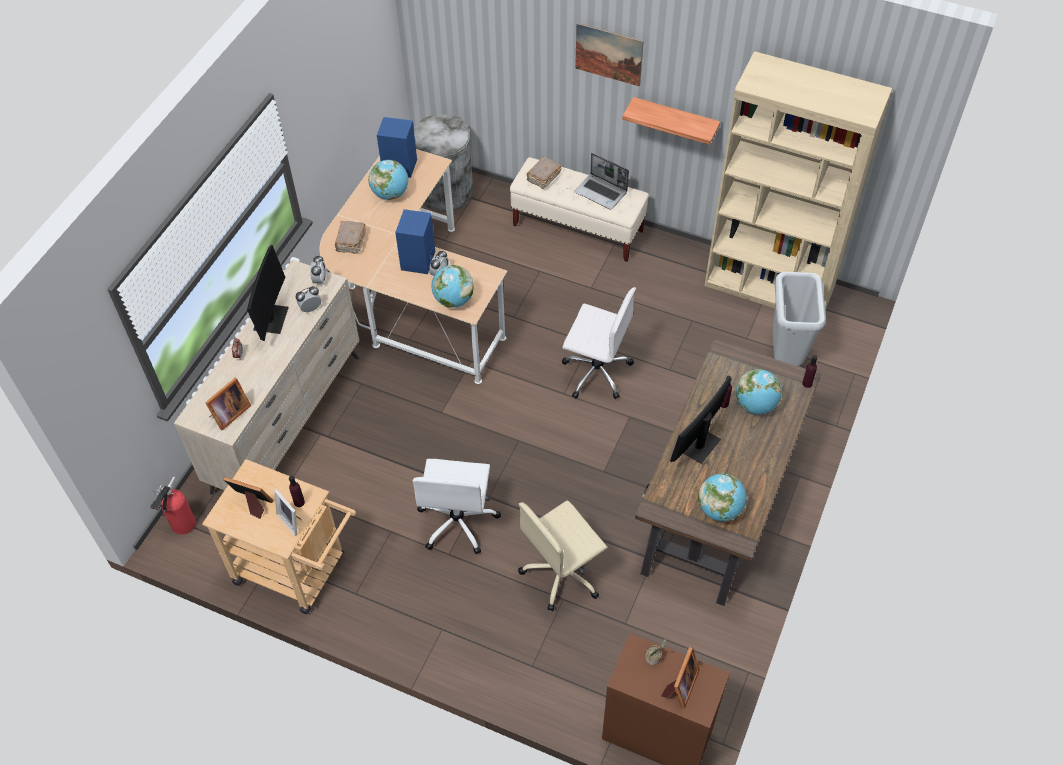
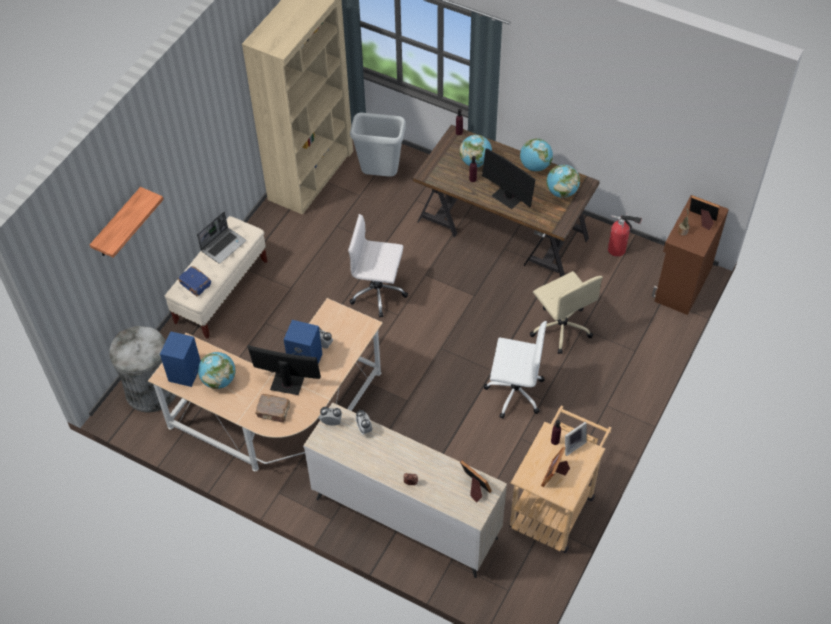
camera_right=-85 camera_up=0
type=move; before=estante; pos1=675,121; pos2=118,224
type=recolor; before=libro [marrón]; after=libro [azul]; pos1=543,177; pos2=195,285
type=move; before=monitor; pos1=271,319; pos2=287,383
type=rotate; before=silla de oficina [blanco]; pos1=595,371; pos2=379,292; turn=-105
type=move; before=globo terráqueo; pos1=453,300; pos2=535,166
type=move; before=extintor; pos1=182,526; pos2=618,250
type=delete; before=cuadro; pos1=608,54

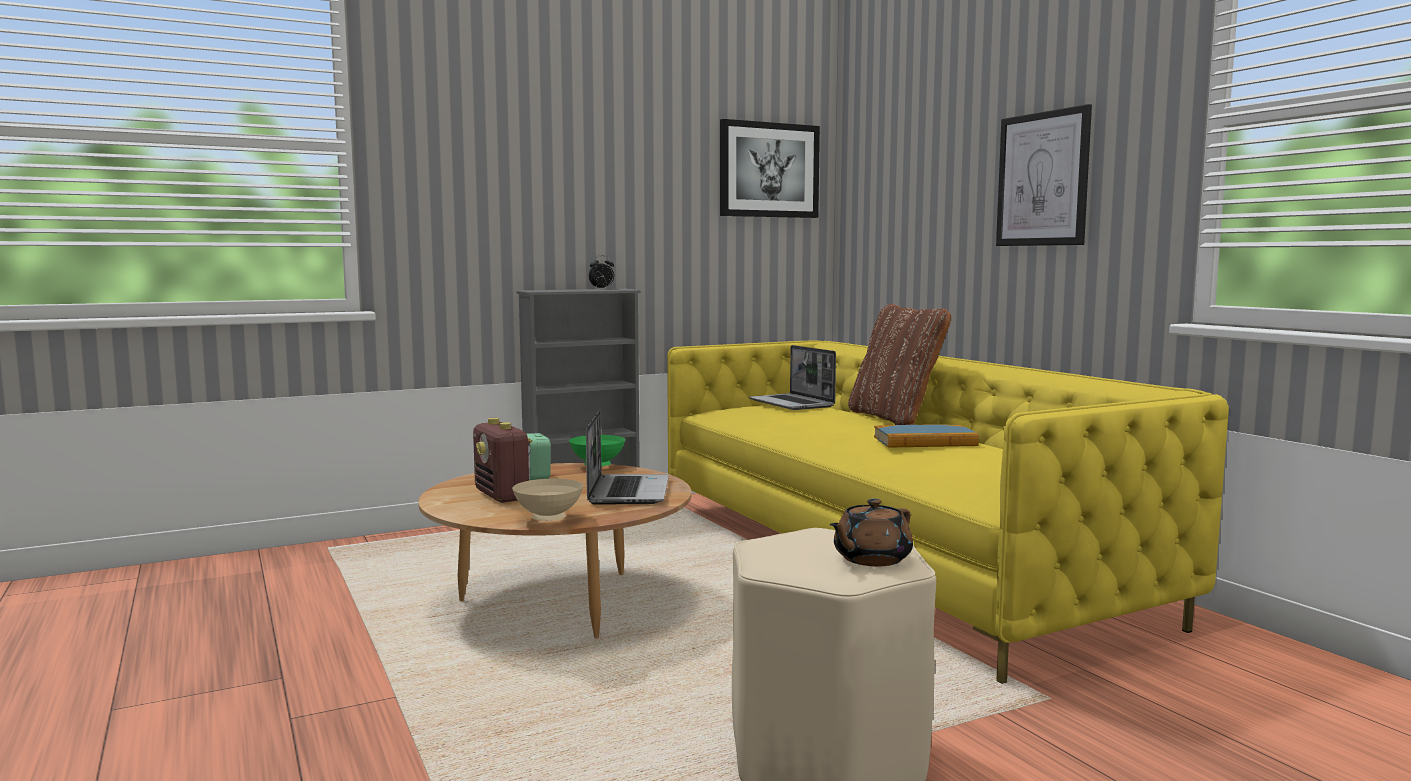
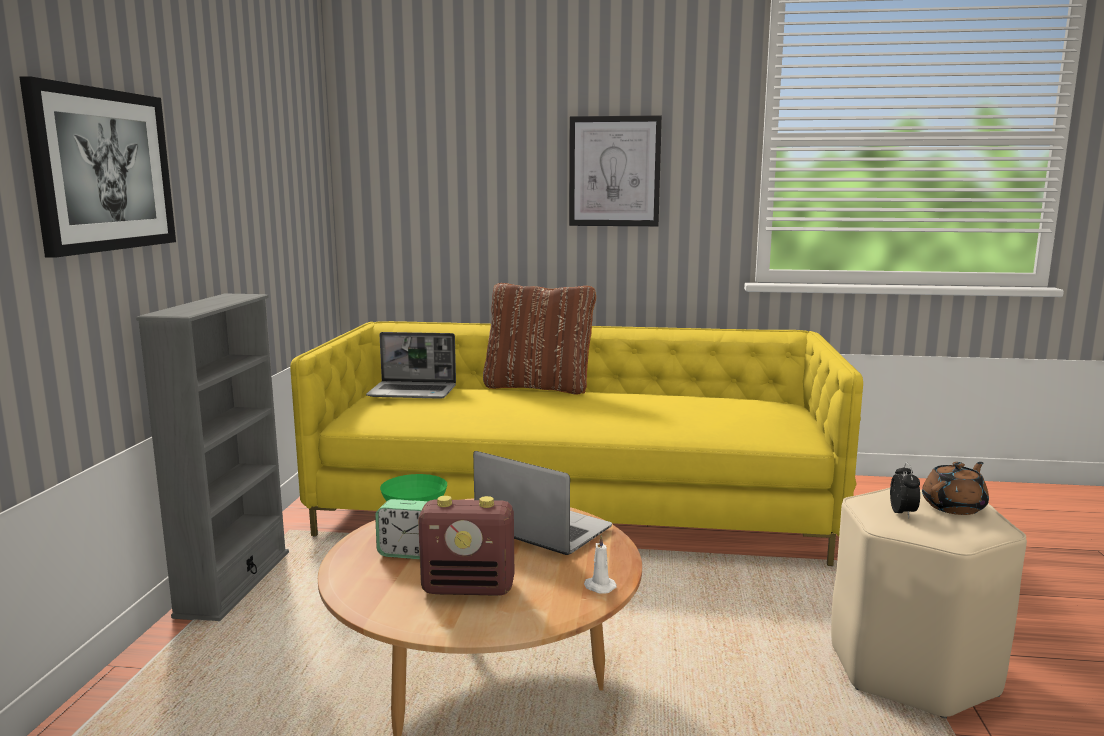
camera_right=-55 camera_up=5
type=move; before=cuadro; pos1=769,170; pos2=103,170
type=replace; before=cuenco [beis]; after=vela [blanco]; pos1=550,519; pos2=599,587
type=move; before=despertador; pos1=602,289; pos2=903,513
type=rotate; before=tetera [marrón]; pos1=870,559; pos2=954,507; turn=-120
type=delete; before=libro; pos1=925,441

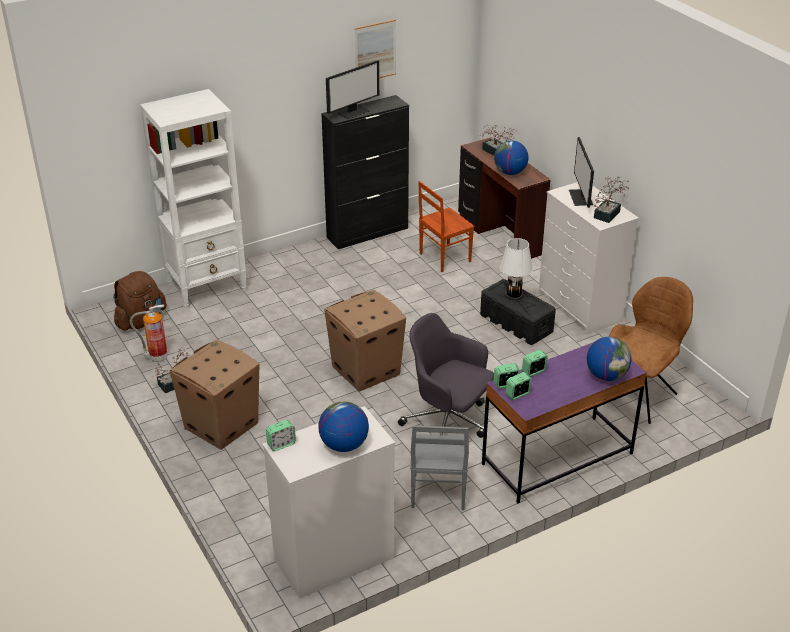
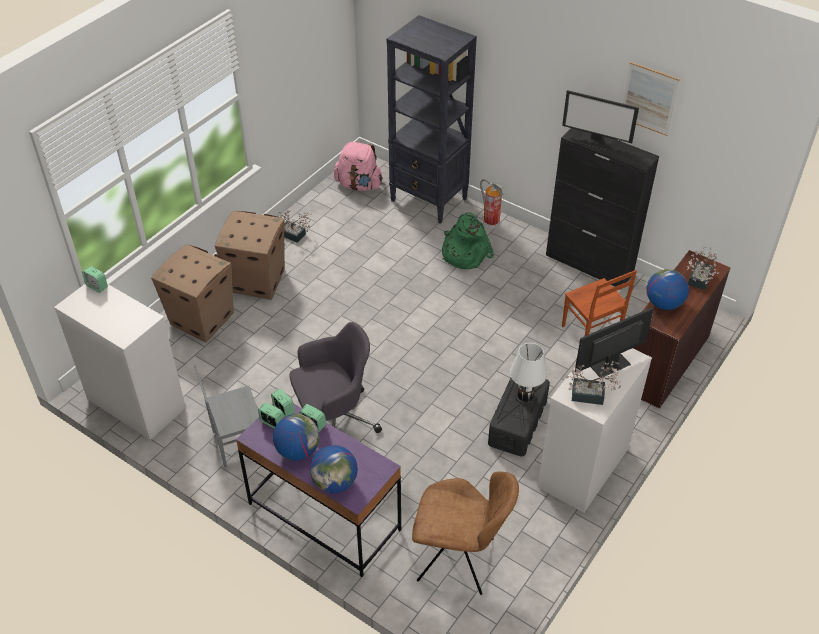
camera_right=65 camera_up=10
type=move; before=caja de cartón; pos1=365,371; pos2=201,318
type=move; before=globo terráqueo; pos1=343,445; pos2=298,450
type=rotate; before=silla de oficina [gris]; pos1=448,423; pos2=334,419; turn=60
type=recolor; before=mochila [marrón]; after=mochila [rosa]; pos1=141,321; pos2=359,185
type=recolor; before=estantería [blanco]; after=estantería [negro]; pos1=207,287; pos2=429,200
type=insert; after=mochila [verde]; pos2=464,253
type=move; before=extintor; pos1=157,357; pos2=490,224
type=rotate; before=silla [marrón]; pos1=444,257; pos2=590,332; turn=-150

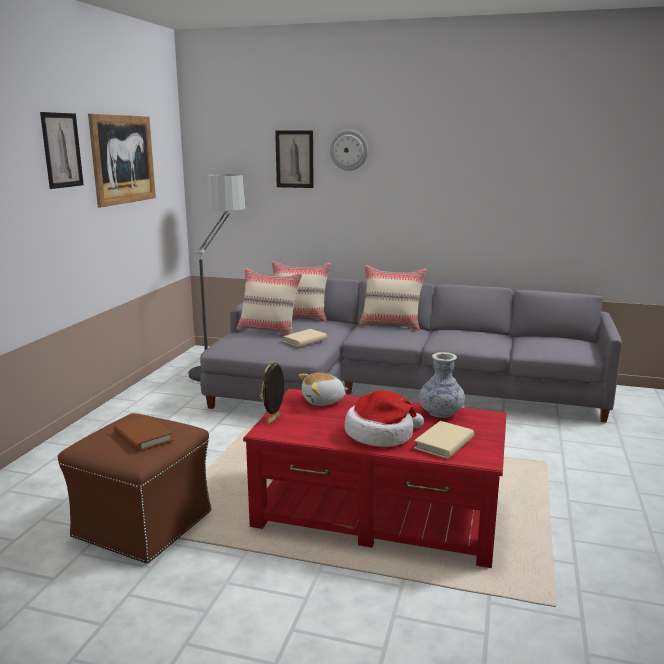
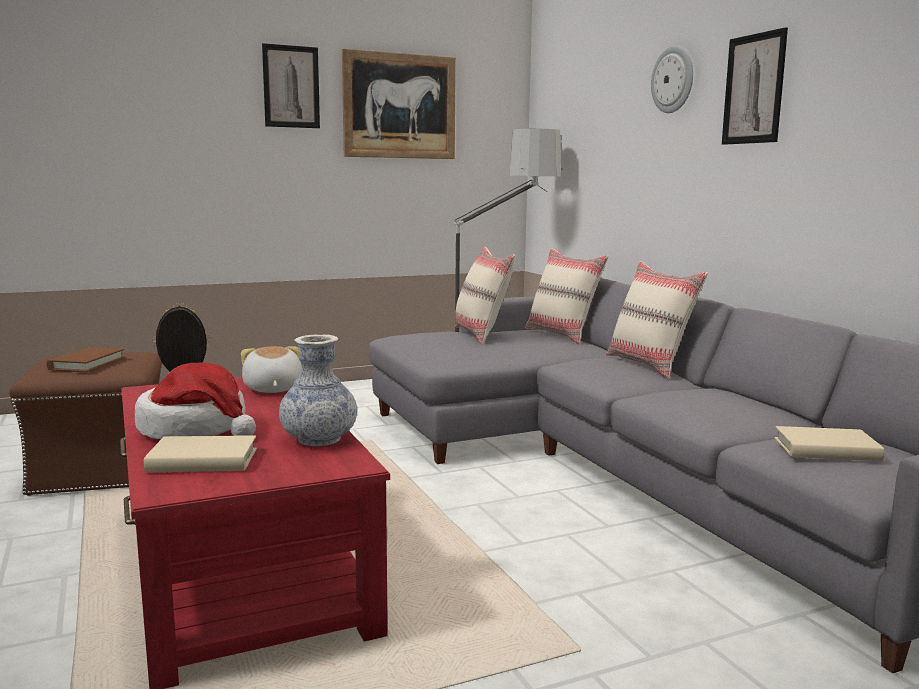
camera_right=50 camera_up=-5
type=rotate; before=peluche; pos1=323,401; pos2=272,389; turn=45
type=move; before=cuadro; pos1=294,159; pos2=754,89
type=move; before=libro [beis]; pos1=305,340; pos2=826,450

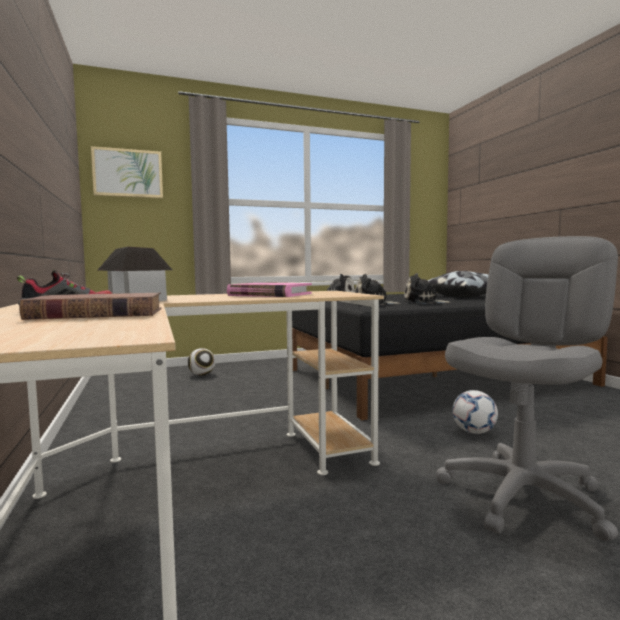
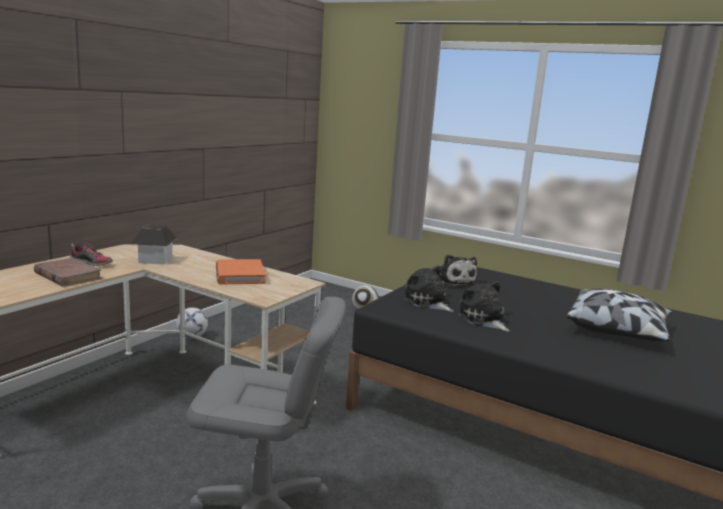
camera_right=50 camera_up=10
type=move; before=balón de fútbol; pos1=474,432; pos2=192,337
type=recolor; before=libro [rosa]; after=libro [naranja]; pos1=269,294; pos2=239,275
type=delete; before=cuadro; pos1=128,173

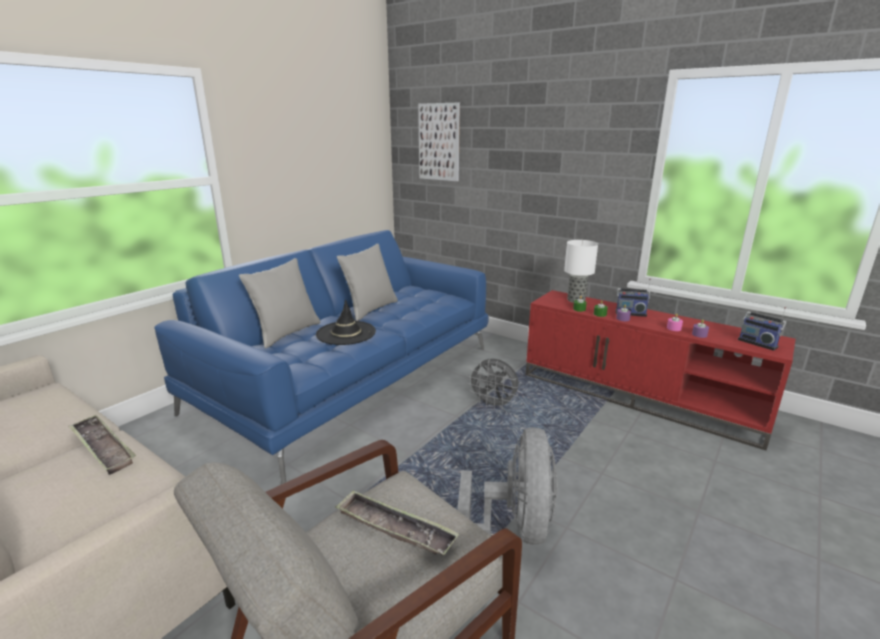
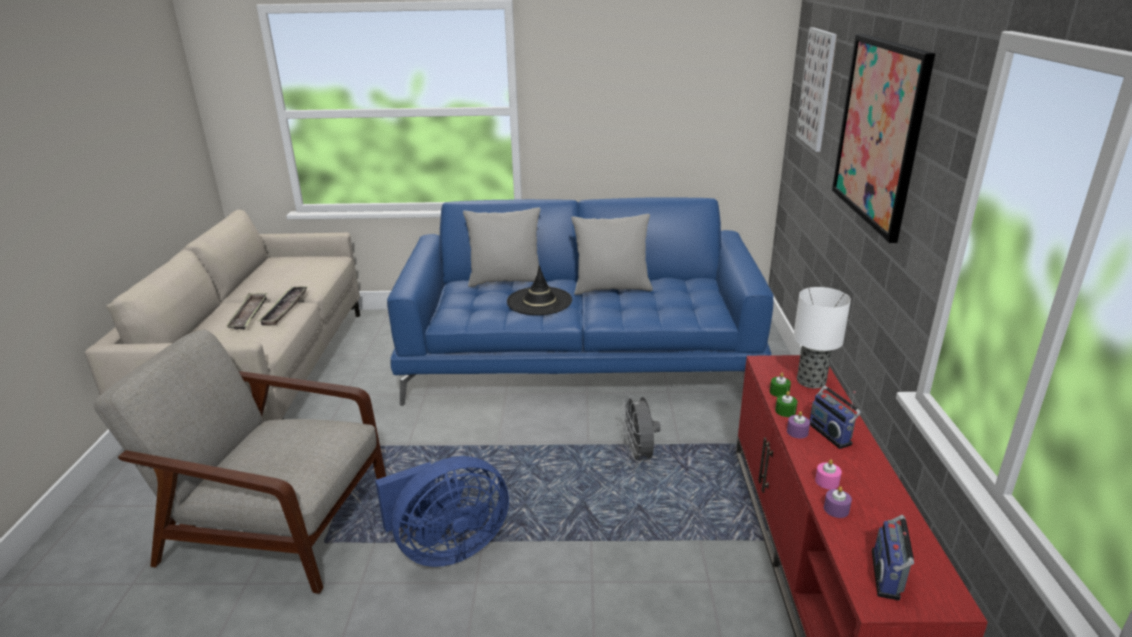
camera_right=55 camera_up=5
type=move; before=bandeja; pos1=395,528; pos2=249,315
type=recolor; before=ventilador [gris]; after=ventilador [azul]; pos1=515,528; pos2=447,548
type=insert; after=cuadro; pos2=879,132

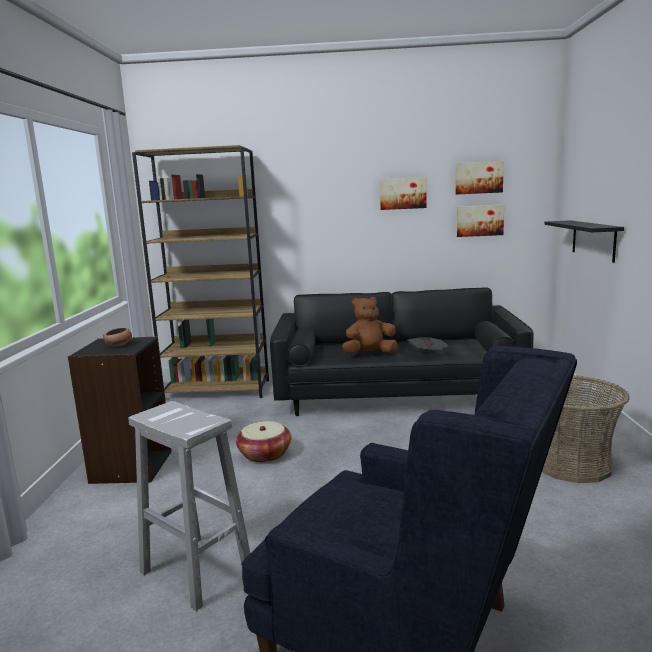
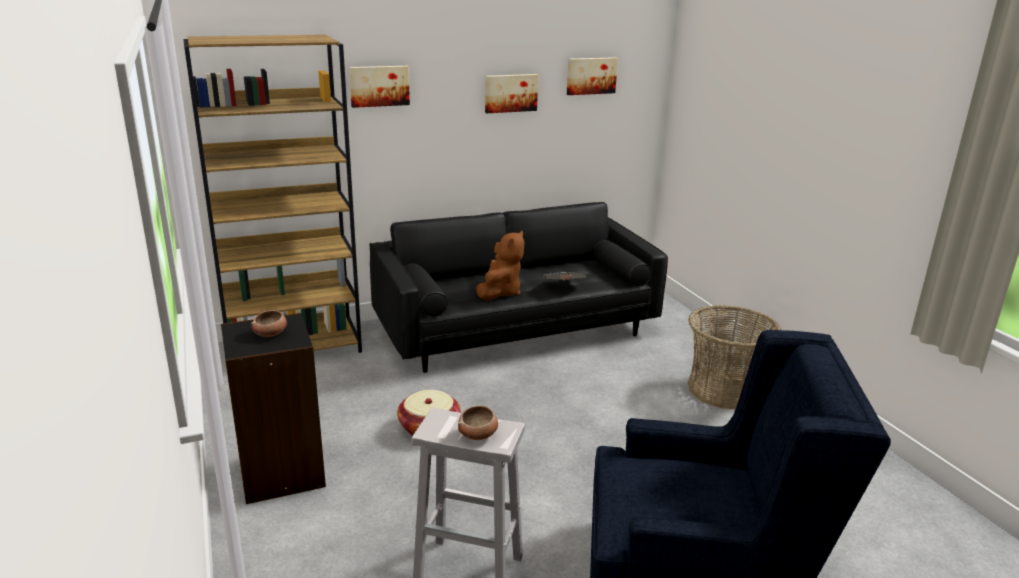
camera_right=-25 camera_up=10
type=move; before=cuadro; pos1=479,220; pos2=379,86
type=insert; after=cuenco; pos2=478,434
type=rotate; before=peluche [marrón]; pos1=369,354; pos2=500,292; turn=150
type=delete; before=estante [negro]; pos1=593,240

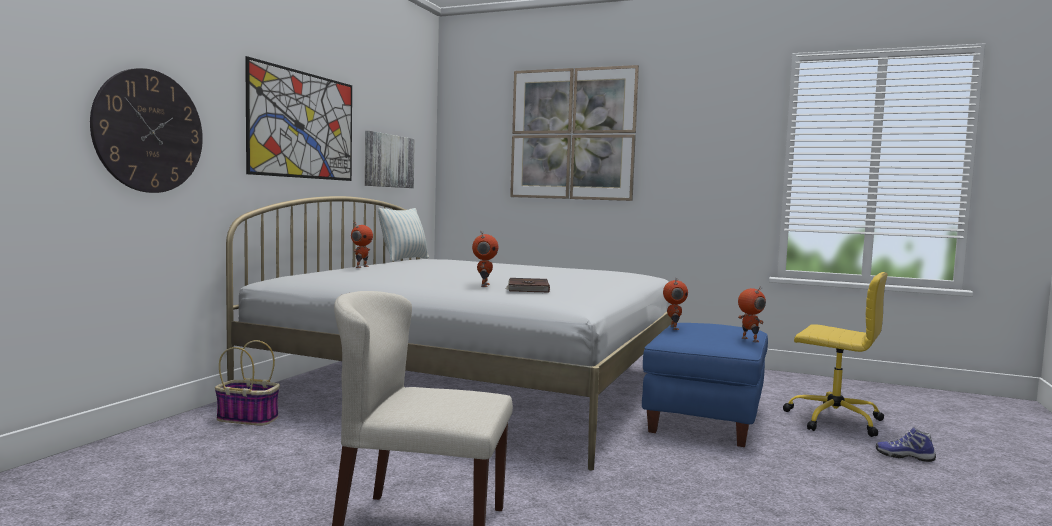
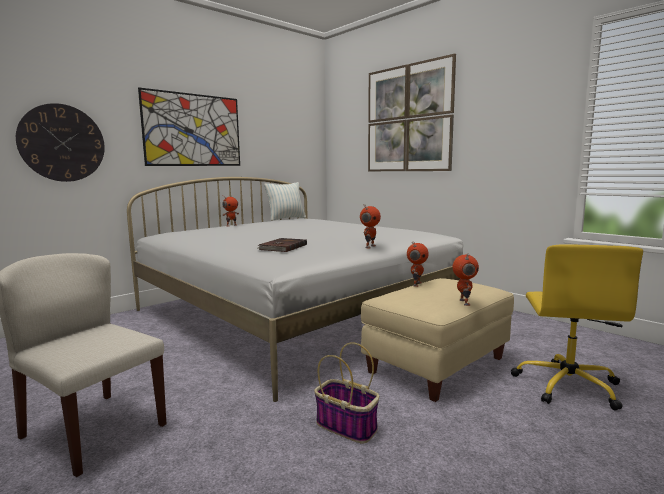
camera_right=25 camera_up=5
type=move; before=cesta; pos1=249,418; pos2=347,426
type=move; before=robot de juguete; pos1=484,285; pos2=369,246
type=recolor; before=puf [azul]; after=puf [beis]; pos1=703,417; pos2=436,364
type=rotate; before=silla de oficina [amarillo]; pos1=832,419; pos2=567,385; turn=45
type=delete; before=cuadro; pos1=388,161
type=delete; before=zapato; pos1=904,456

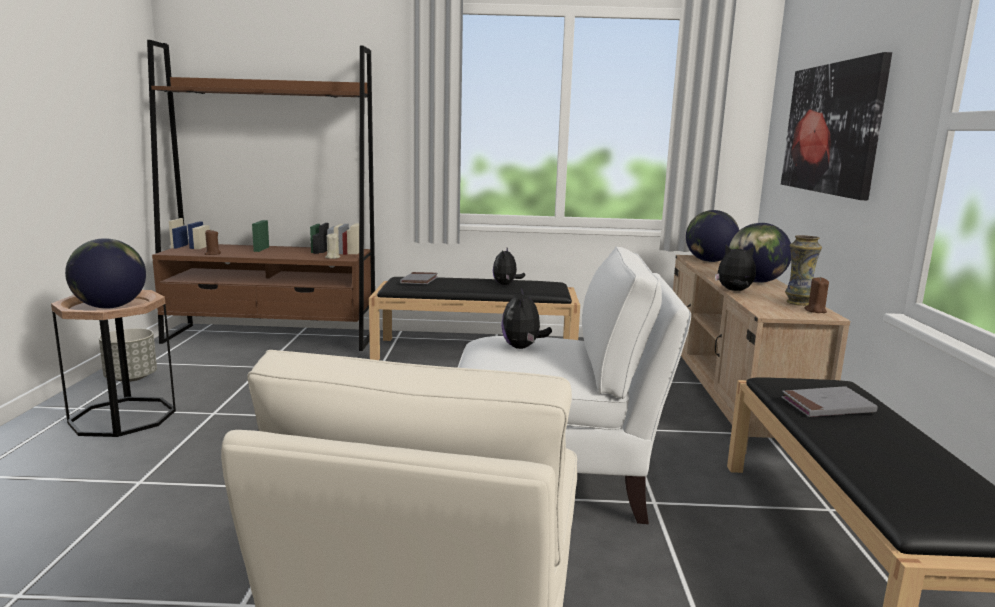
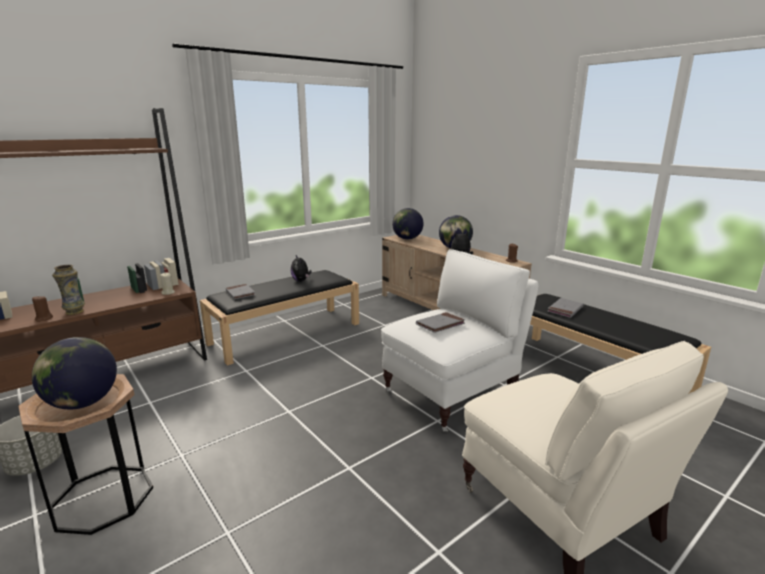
camera_right=-40 camera_up=5
type=move; before=florero; pos1=797,303; pos2=74,312
type=replace; before=peluche; after=libro [gris]; pos1=523,347; pos2=440,324
type=delete; before=cuadro; pos1=831,128

